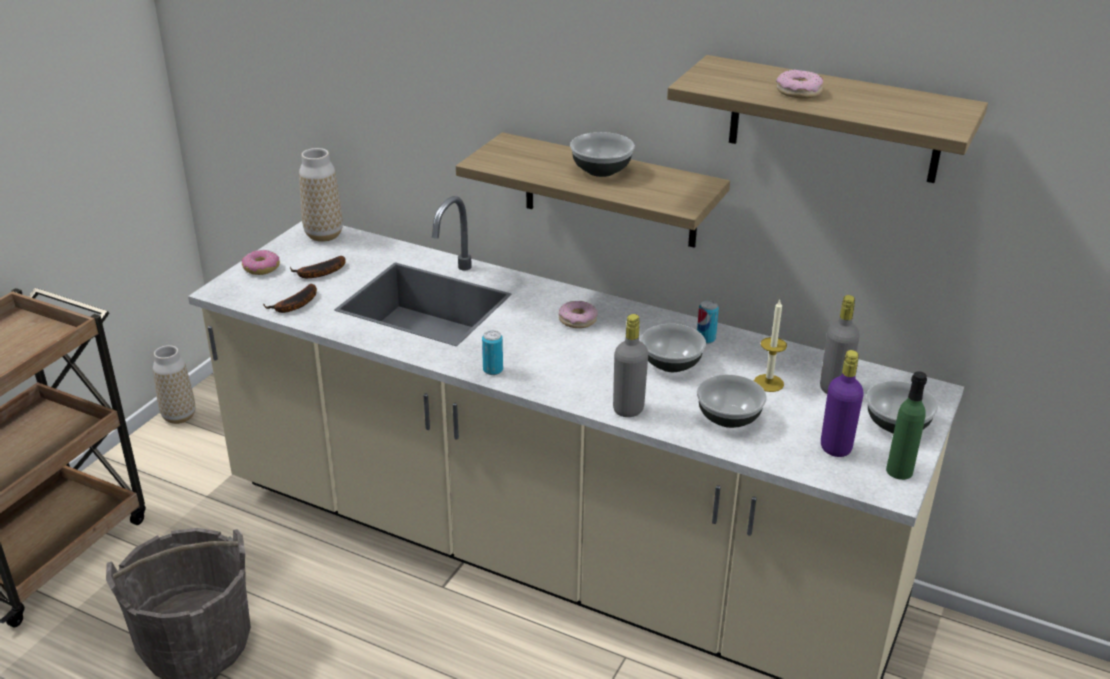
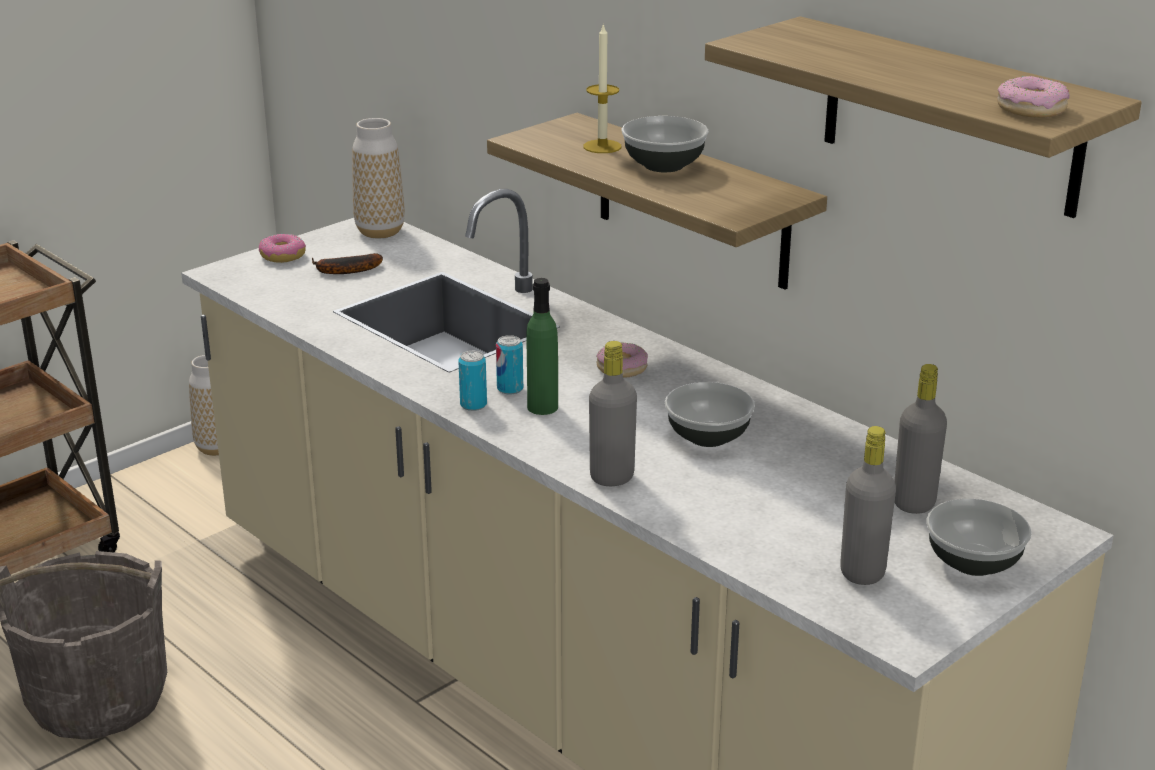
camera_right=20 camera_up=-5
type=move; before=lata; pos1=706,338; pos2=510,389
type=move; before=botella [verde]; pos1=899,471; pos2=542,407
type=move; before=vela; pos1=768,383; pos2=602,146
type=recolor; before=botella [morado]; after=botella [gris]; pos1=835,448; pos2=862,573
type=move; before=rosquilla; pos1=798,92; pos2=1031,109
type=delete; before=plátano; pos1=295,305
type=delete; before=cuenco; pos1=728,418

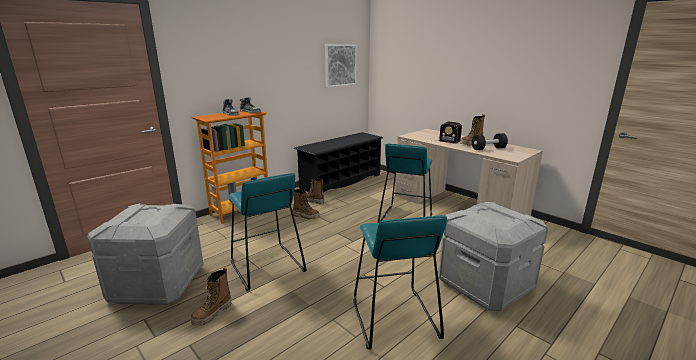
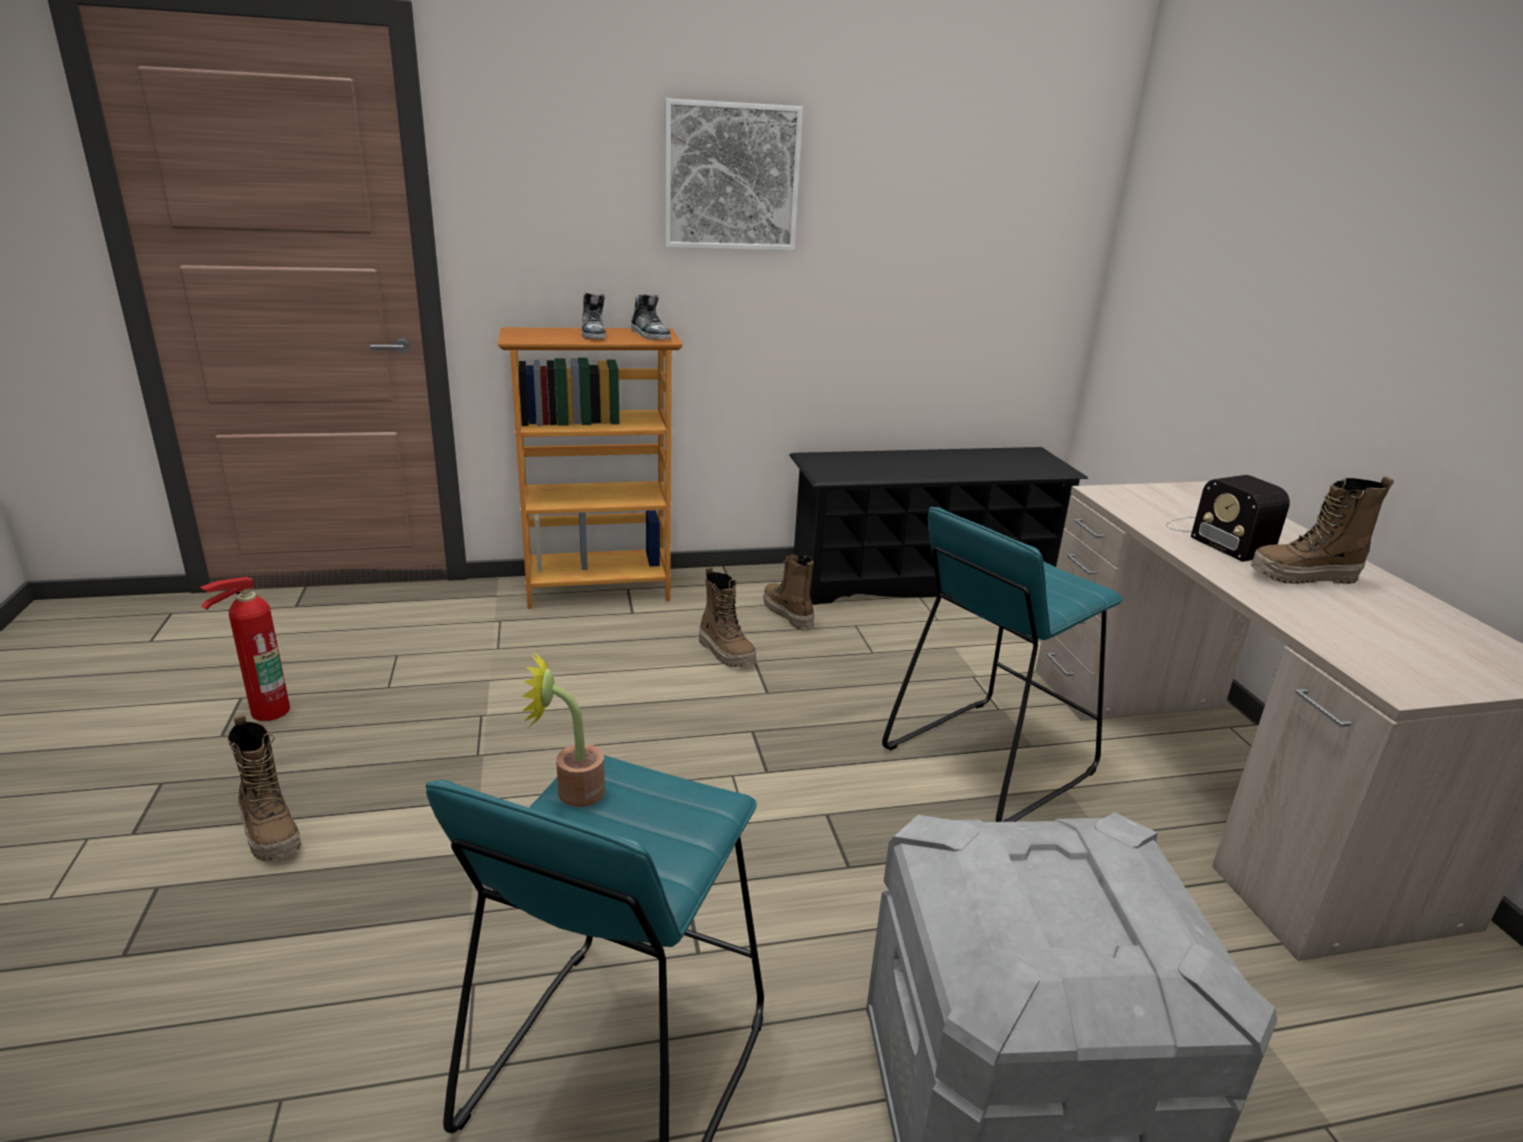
camera_right=30 camera_up=5
type=replace; before=caja de almacenaje [gris]; after=extintor; pos1=157,284; pos2=265,711
type=rotate; before=bota; pos1=212,314; pos2=271,832; turn=-105
type=insert; after=planta en maceta; pos2=571,791
type=move; before=cuadro; pos1=340,65; pos2=731,177
type=delete; before=taburete [turquesa]; pos1=266,267
type=delete; before=mancuerna [negro]; pos1=488,148

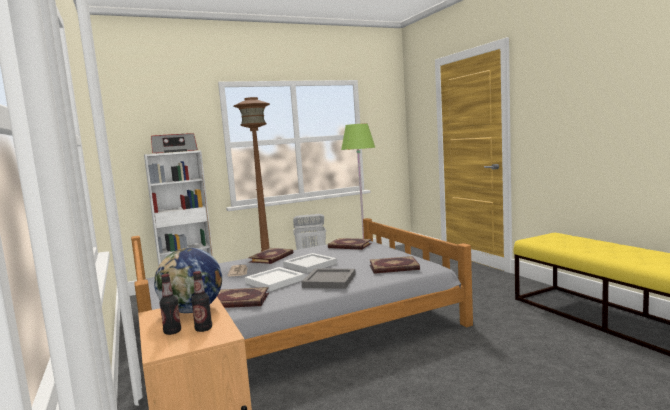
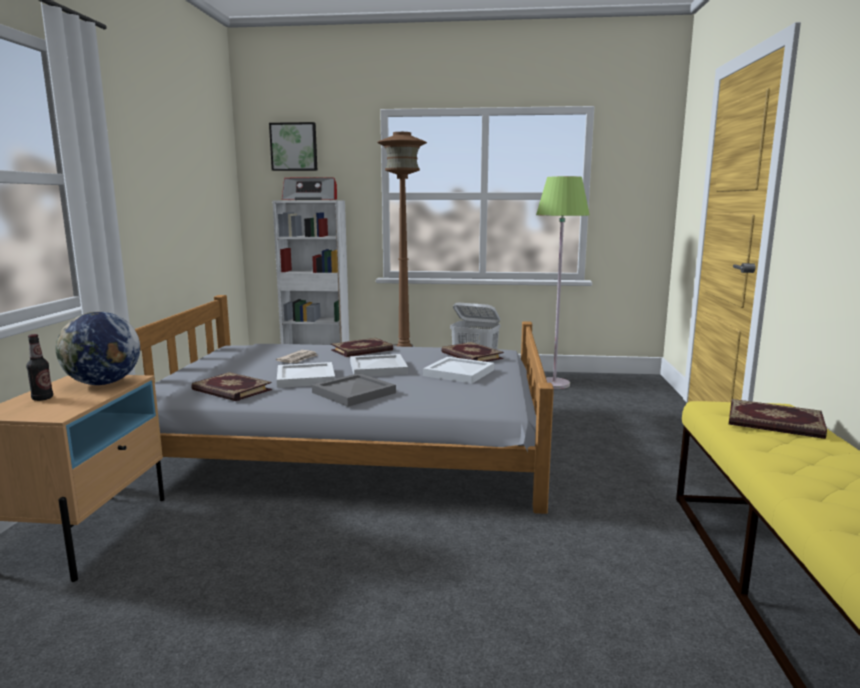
camera_right=30 camera_up=5
type=insert; after=cuadro; pos2=294,147
type=insert; after=bandeja [blanco]; pos2=458,372
type=move; before=libro; pos1=394,267; pos2=774,423
type=delete; before=botella; pos1=203,329

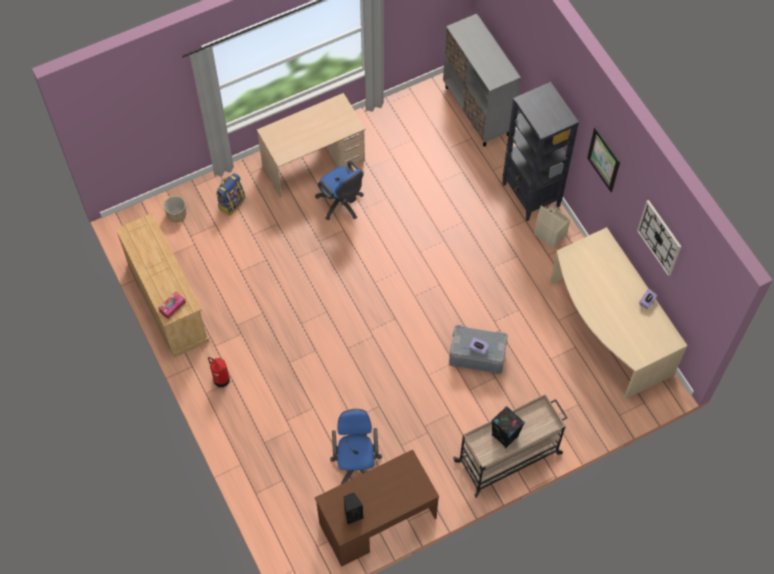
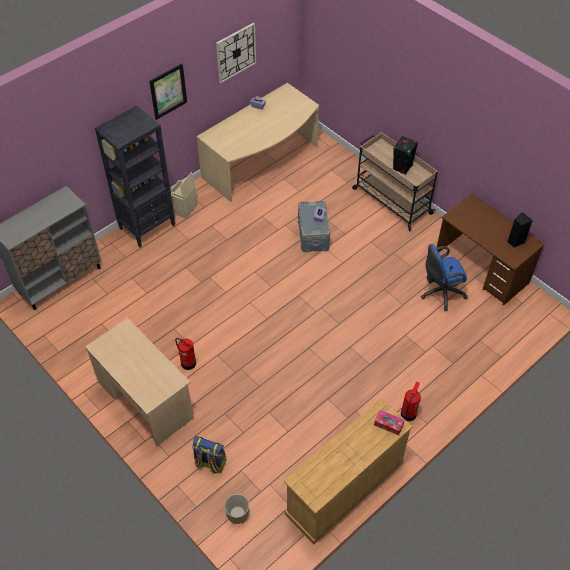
camera_right=-105 camera_up=-10
type=replace; before=silla de oficina [azul]; after=extintor; pos1=341,204; pos2=188,363

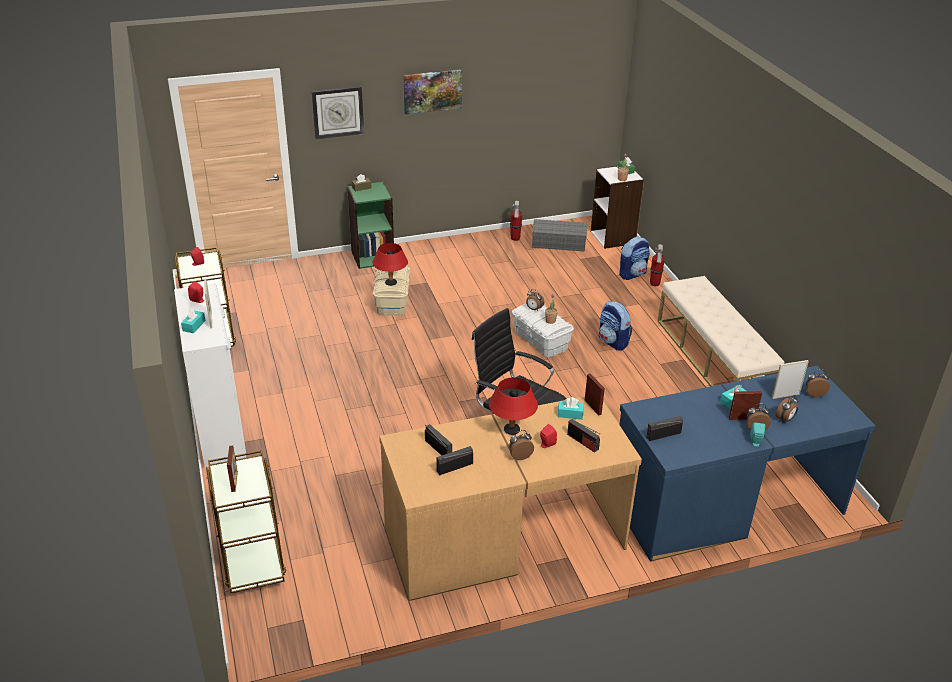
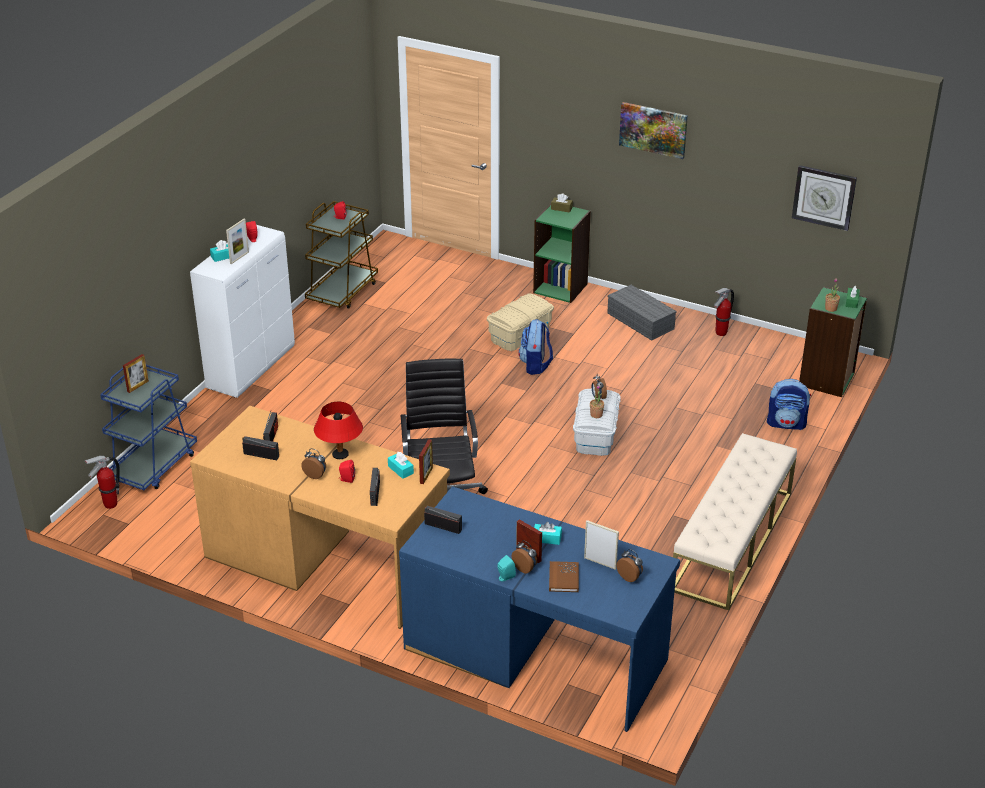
camera_right=45 camera_up=0
type=move; before=extintor; pos1=654,284; pos2=110,505
type=recolor; before=carrito [marrón]; after=carrito [azul]; pos1=252,558; pos2=153,466
type=move; before=mochila; pos1=613,342; pos2=535,365
type=replace; before=despertador; after=libro [marrón]; pos1=785,419; pos2=563,578
type=move; before=caja de almacenaje [gris]; pos1=559,242; pos2=641,321
type=move; before=reloj de pared; pos1=338,112; pos2=824,197
type=recolor; before=estantería [blanco]; after=estantería [verde]; pos1=613,237; pos2=827,380
type=delete; before=lámpara de mesa [rojo]; pos1=391,283

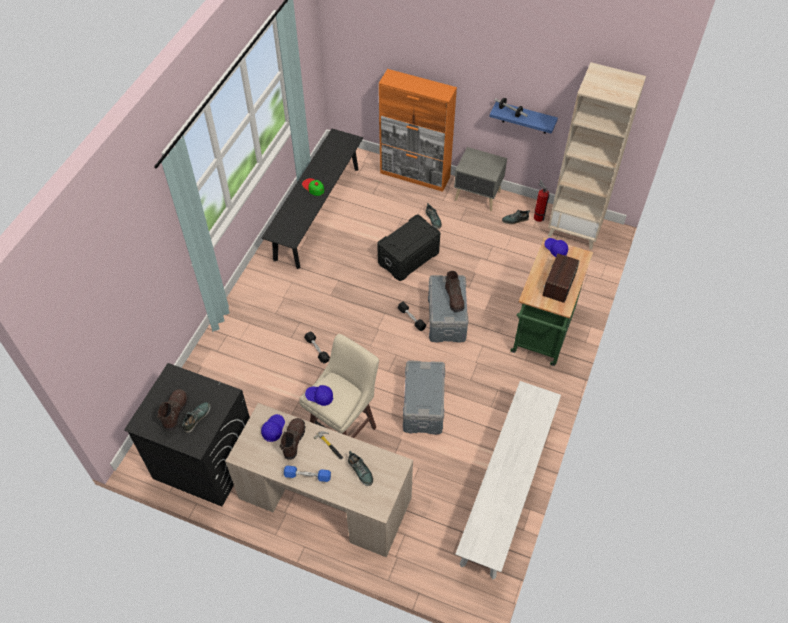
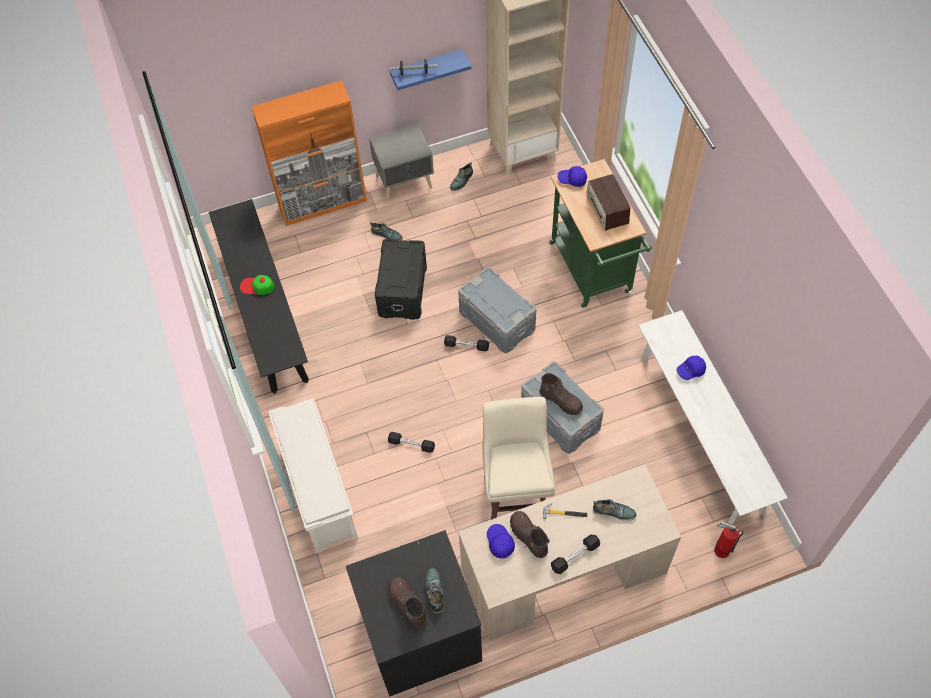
camera_right=-40 camera_up=5
type=insert; after=zapatero [blanco]; pos2=319,491
type=move; before=bota [marrón]; pos1=454,298; pos2=561,400
type=recolor; before=mancuerna [azul]; after=mancuerna [negro]; pos1=307,476; pos2=575,556
type=move; before=gorra [azul]; pos1=319,397; pos2=690,371
type=move; before=extintor; pos1=537,216; pos2=719,550

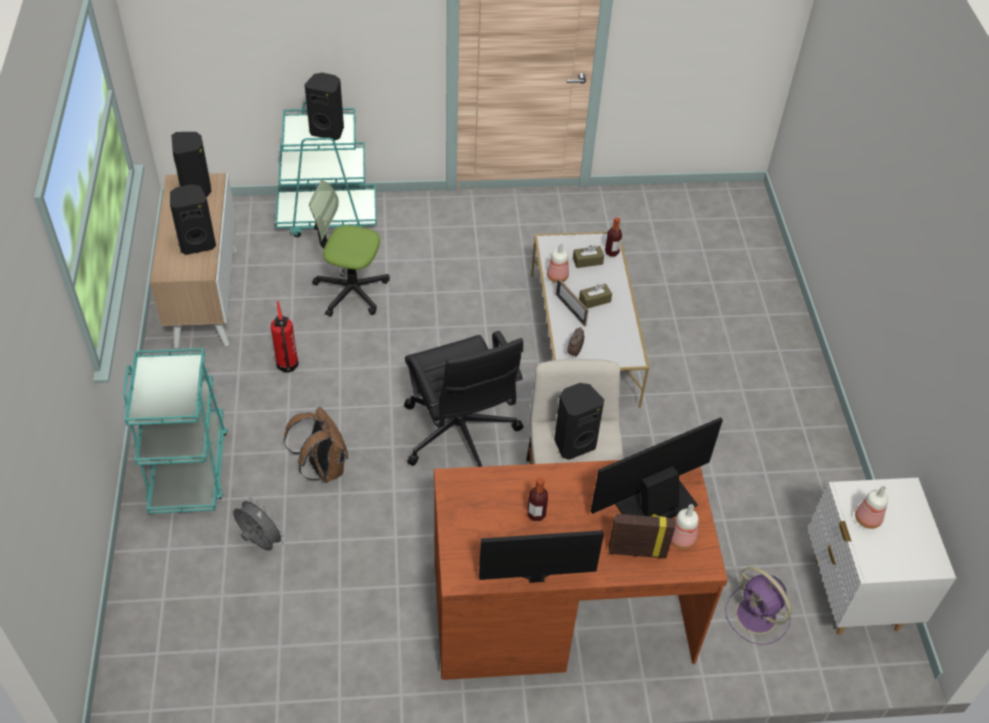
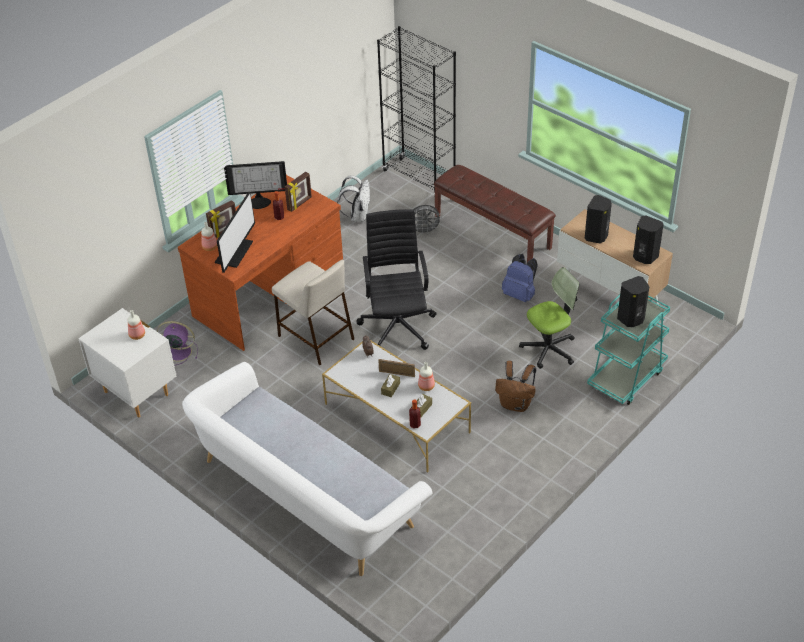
camera_right=140 camera_up=-5
type=insert; after=sofá [blanco]; pos2=304,495
type=rotate; before=monitor; pos1=534,570; pos2=259,201; turn=45
type=insert; after=portarretratos; pos2=300,204
type=insert; after=mochila [blanco]; pos2=358,216
type=rotate; before=silla de oficina [negro]; pos1=460,436; pos2=398,326; turn=60
type=insert; after=estantería [negro]; pos2=419,178
type=replace; before=carrito [turquesa]; after=banco [marrón]; pos1=189,469; pos2=493,231
type=move; before=mochila [marrón]; pos1=323,468; pos2=516,404
type=replace; before=extintor; after=mochila [azul]; pos1=287,366; pos2=520,294
type=delete; before=altavoz [negro]; pos1=574,443

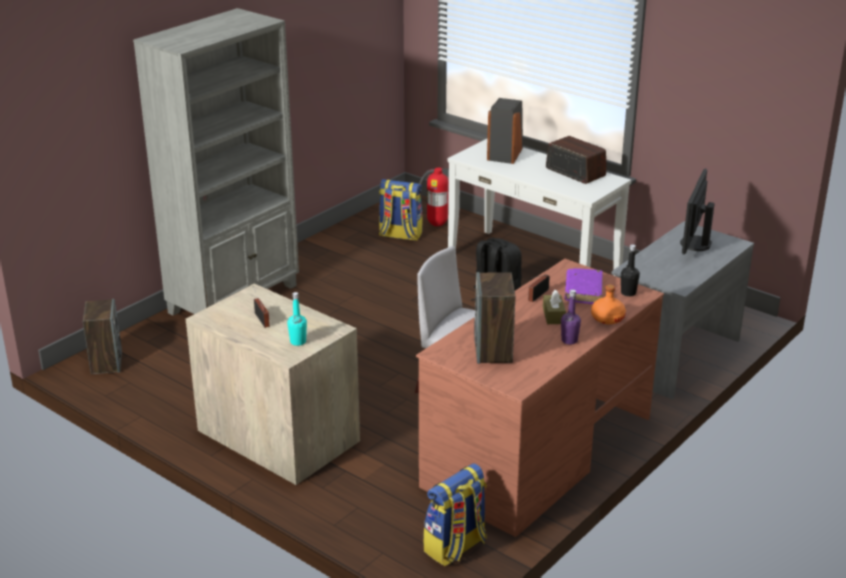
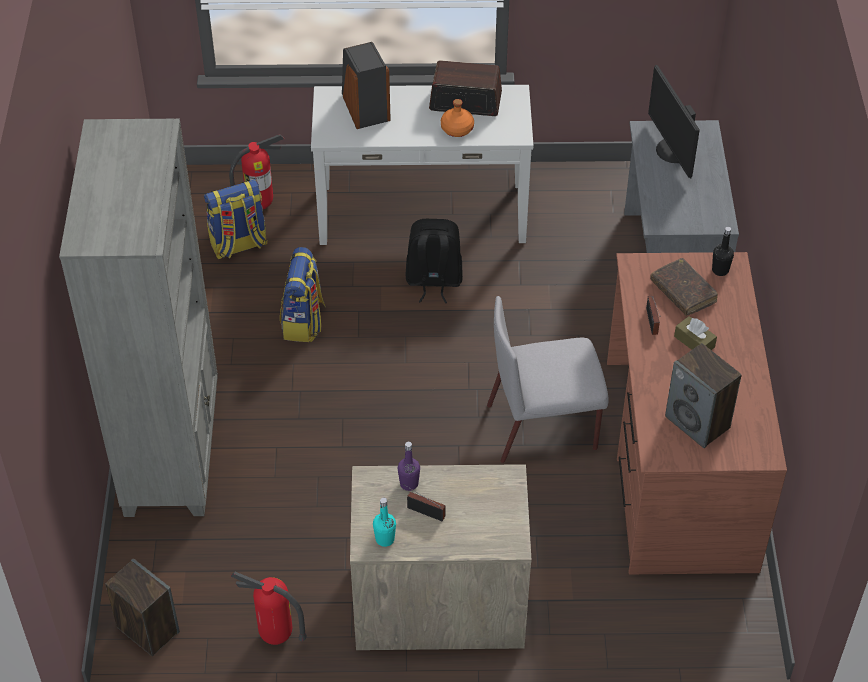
camera_right=-40 camera_up=20
type=insert; after=extintor; pos2=275,637
type=move; before=mochila; pos1=455,547; pos2=303,322
type=move; before=botella [turquesa]; pos1=298,342; pos2=385,539
type=move; before=botella [morado]; pos1=569,340; pos2=409,483
type=move; before=botella [naranja]; pos1=607,318; pos2=456,129
type=recolor; before=libro [morado]; after=libro [marrón]; pos1=583,291; pos2=683,292

